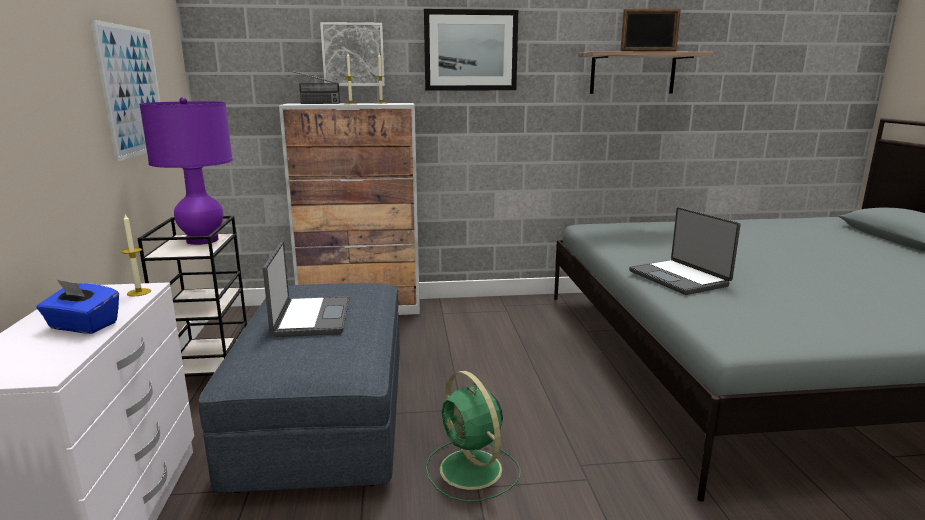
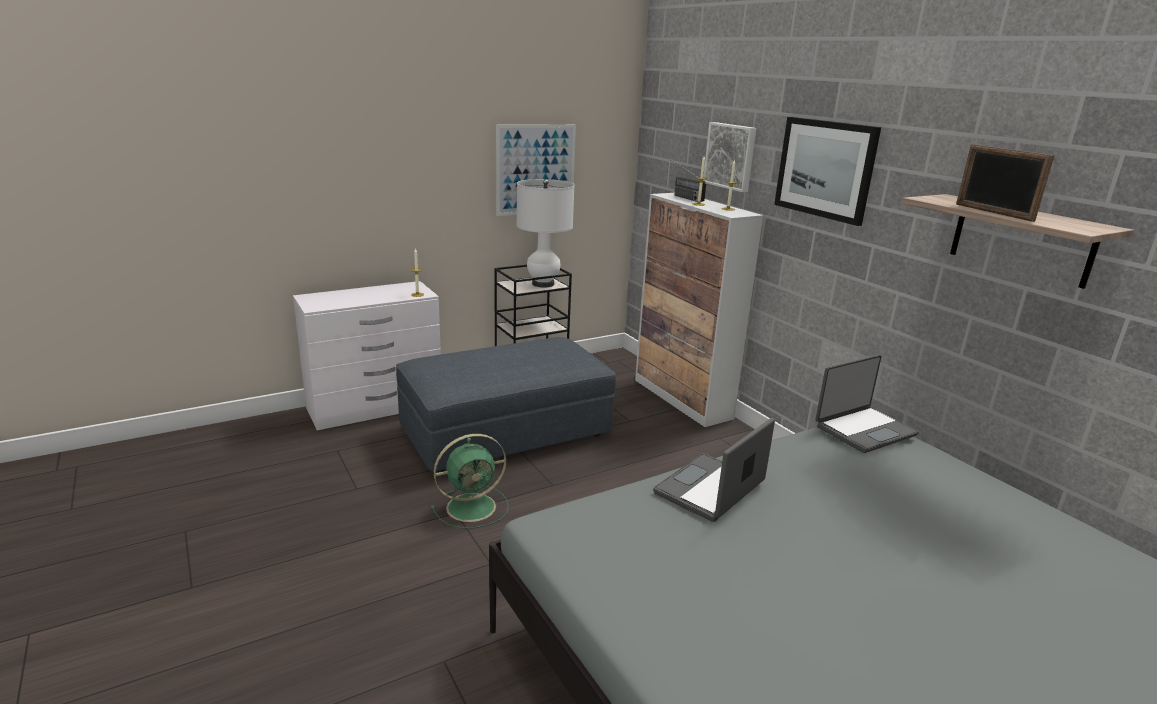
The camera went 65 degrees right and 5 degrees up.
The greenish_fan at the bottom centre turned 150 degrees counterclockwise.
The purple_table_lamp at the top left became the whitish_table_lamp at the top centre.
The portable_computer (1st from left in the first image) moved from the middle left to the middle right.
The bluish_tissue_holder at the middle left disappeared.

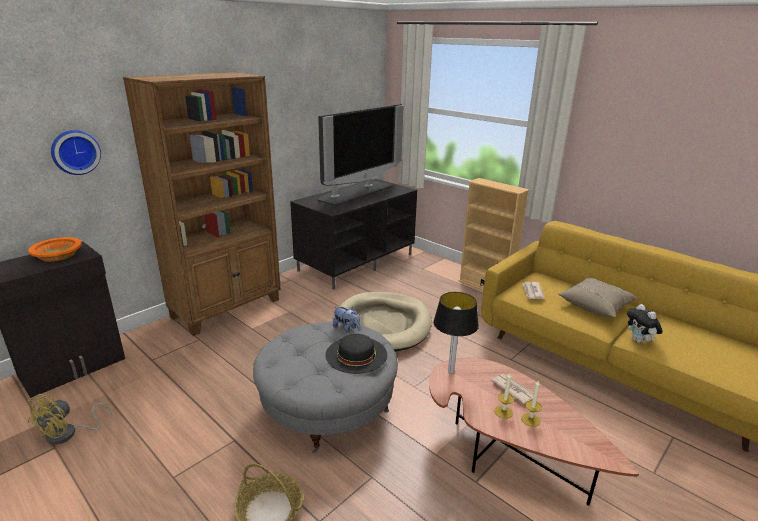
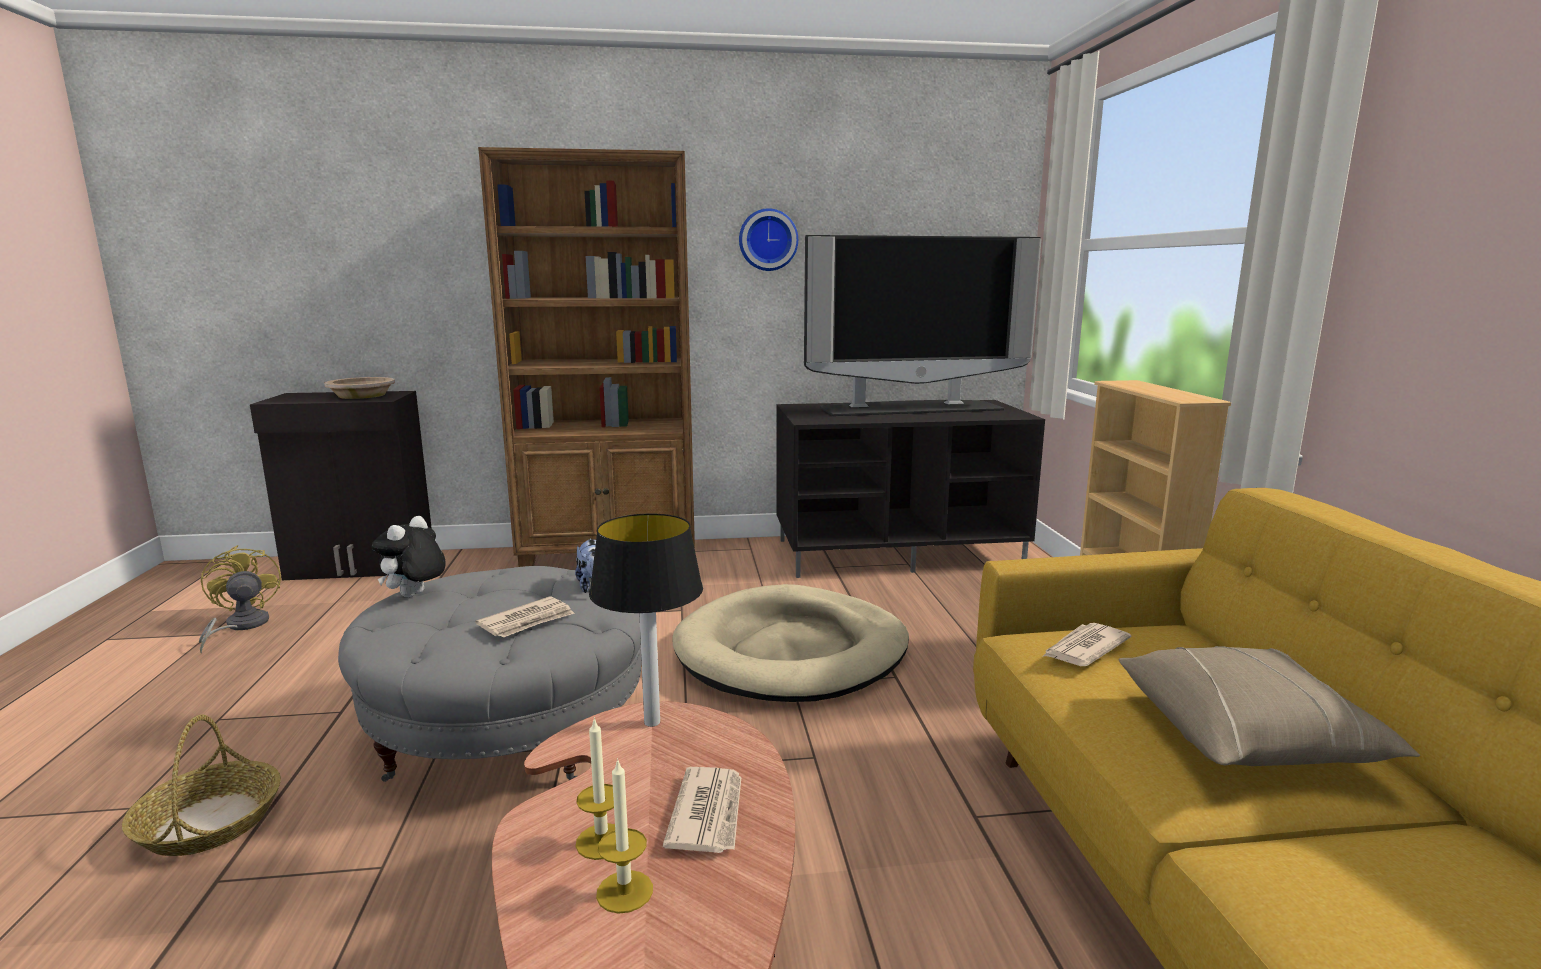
The camera went 40 degrees right and 10 degrees down.
The yellow_fan at the bottom left turned 90 degrees clockwise.
The orangey_deep_dish at the middle left became the sand-coloured_deep_dish at the middle left.
The soft_toy (2nd from left in the first image) moved from the middle right to the middle left.
The black_clothing_hat at the bottom centre was replaced by the printed_paper (1st from left) at the centre.
The hanging_clock moved from the top left to the top centre.

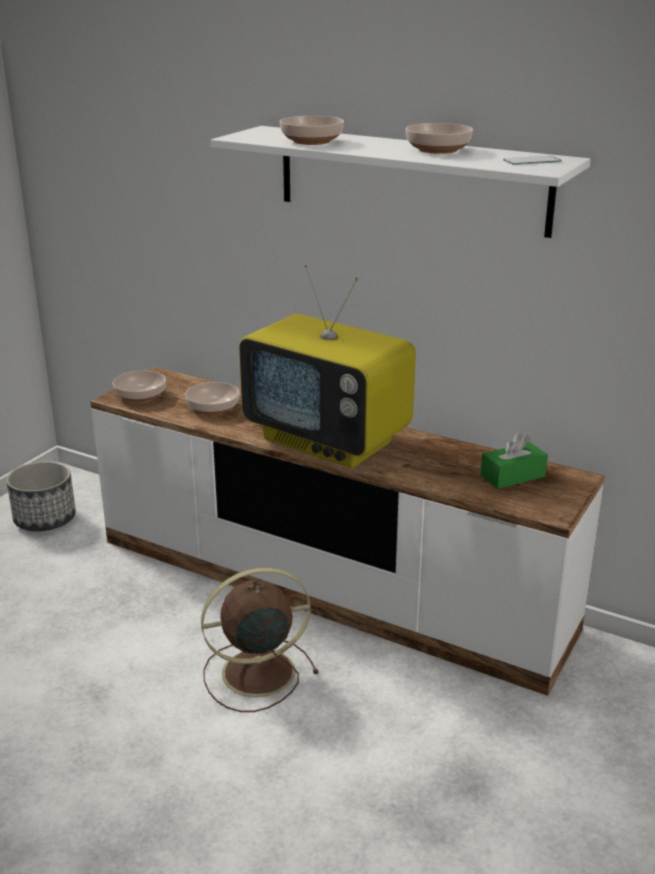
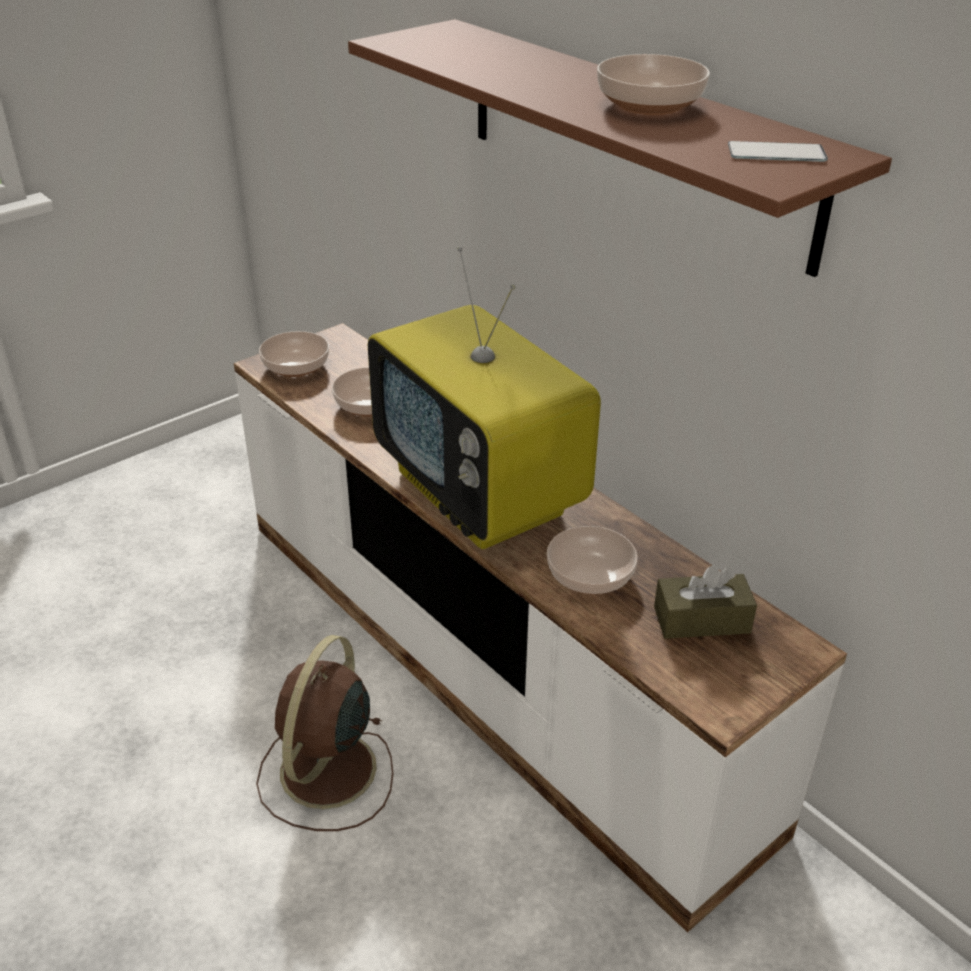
The camera went 20 degrees right and 10 degrees up.
The brownish_fan at the bottom centre turned 75 degrees counterclockwise.
The whitish_bracket_shelf at the top centre became the brownish_bracket_shelf at the top centre.
The deep_dish (3rd from left) moved from the top centre to the centre.
The greenish_tissue_holder at the middle right became the brownish_tissue_holder at the middle right.
The plant_pot at the middle left disappeared.

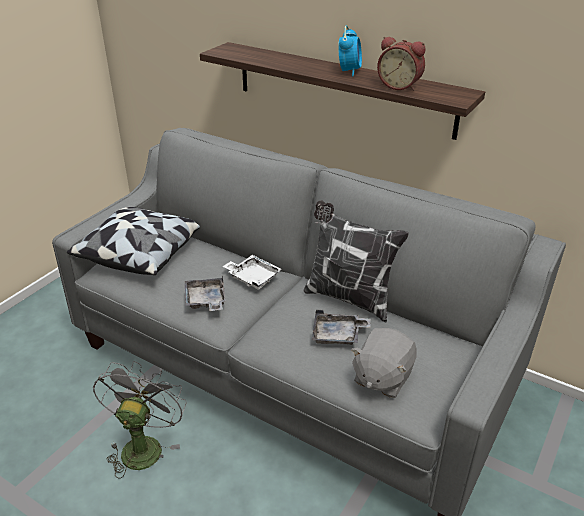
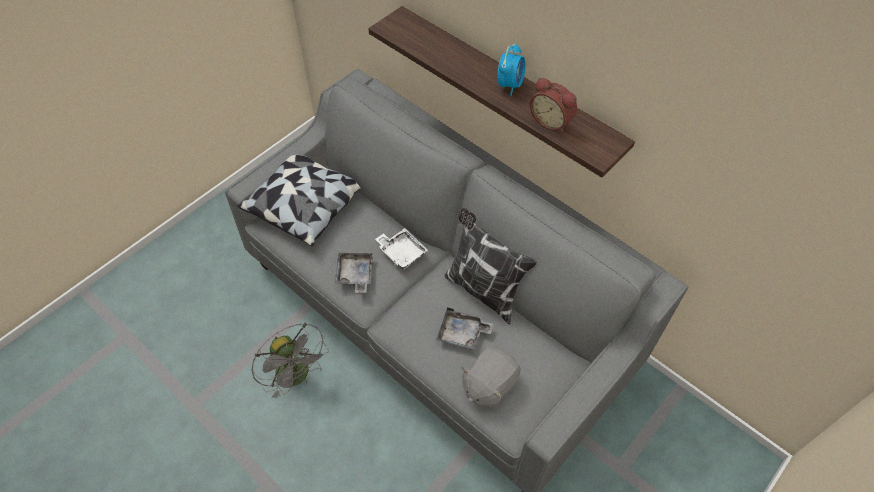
The camera went 10 degrees right and 20 degrees up.
The grey_fan at the bottom left turned 120 degrees clockwise.

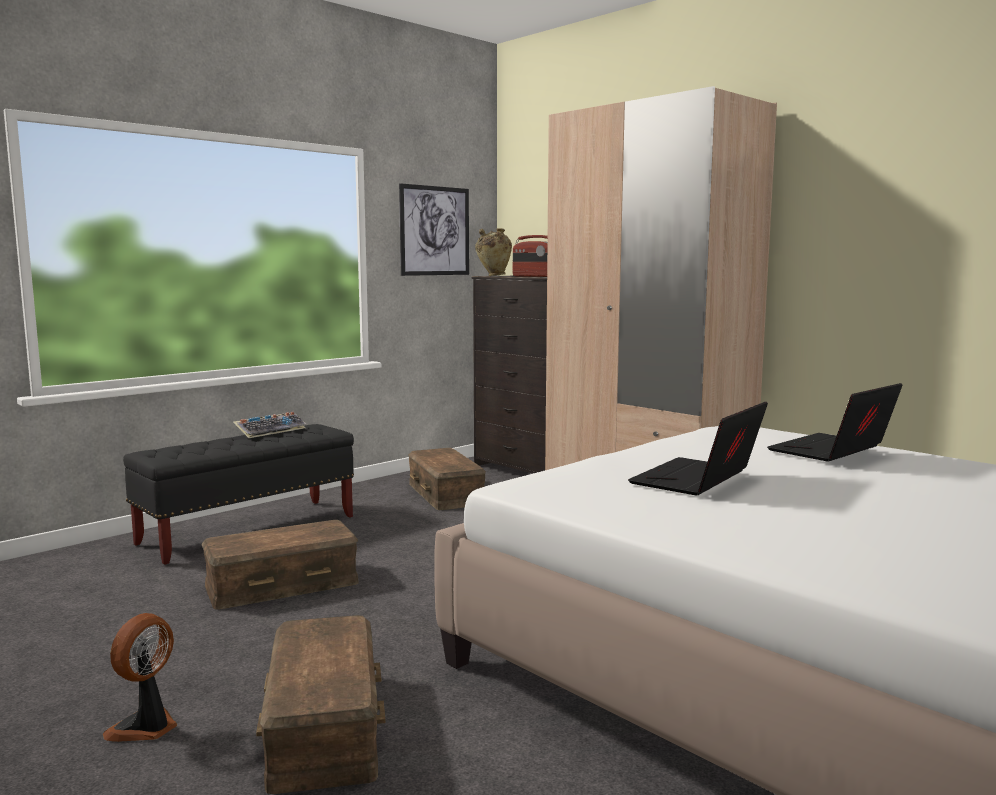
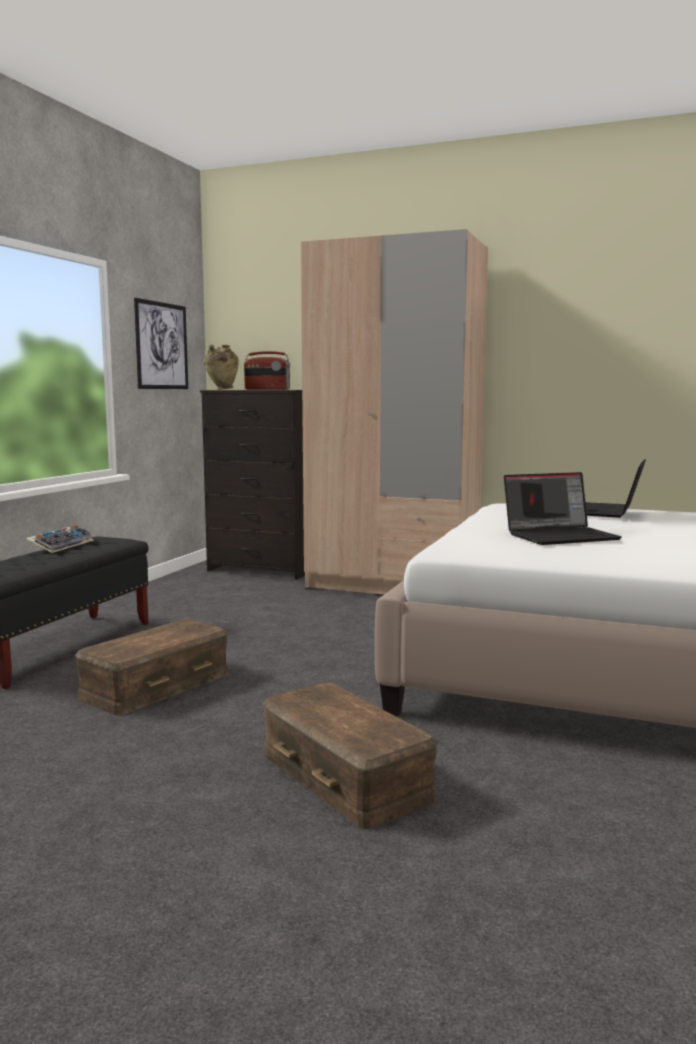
The camera went 25 degrees left and 0 degrees up.
The portable_computer (1st from left) at the middle right turned 120 degrees counterclockwise.
The fan at the bottom left disappeared.
The brownish_storage_bin (3rd from left) at the centre disappeared.

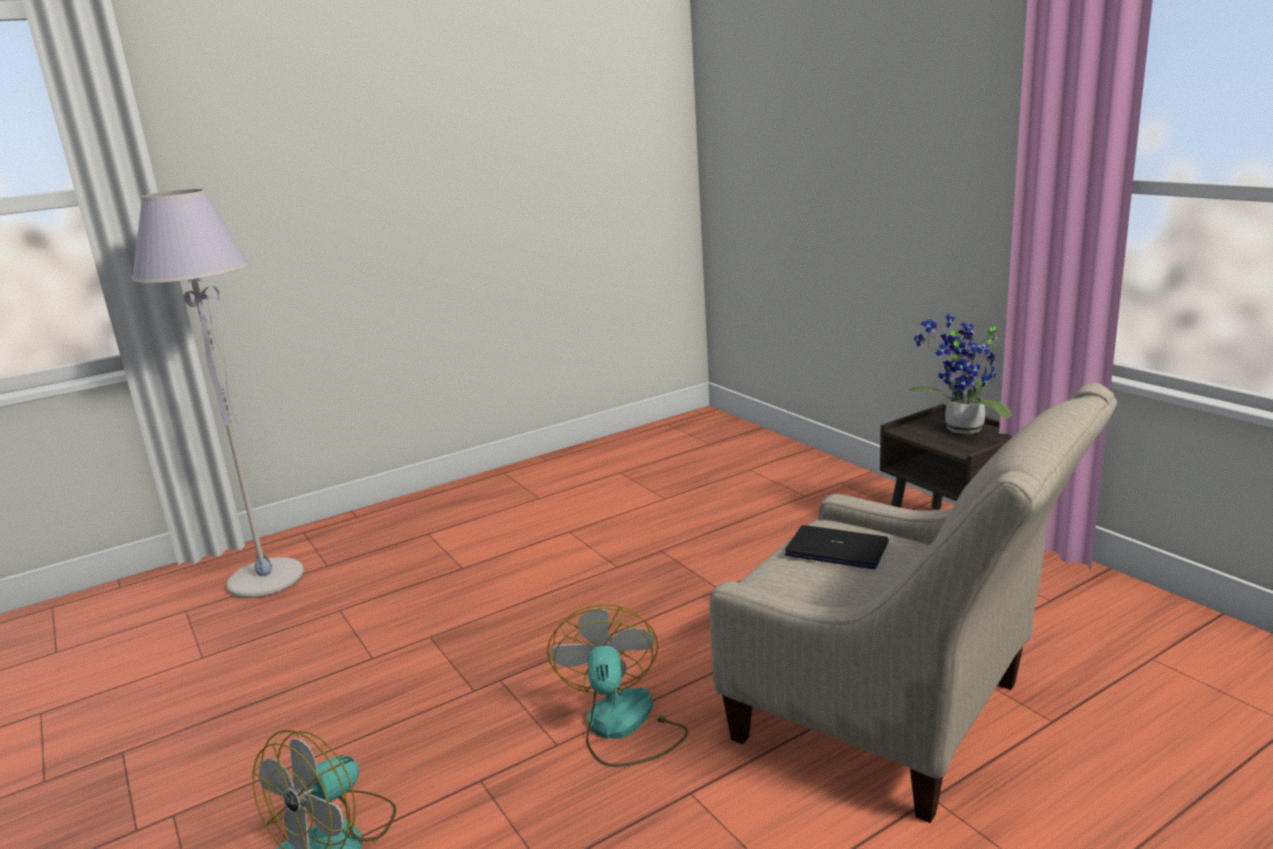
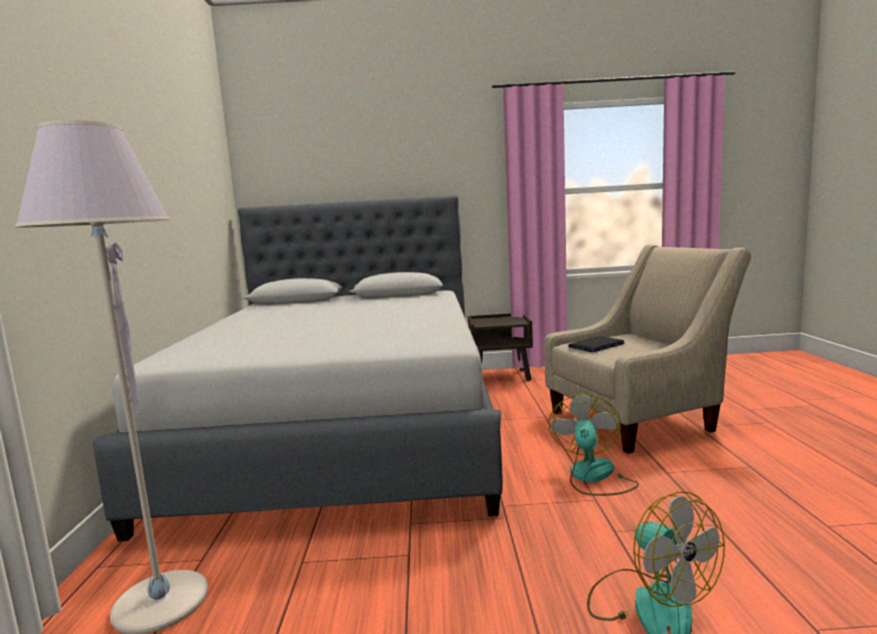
The camera went 60 degrees left and 10 degrees down.
The grey_bed at the centre appeared.
The fan (2nd from left in the first image) at the bottom centre turned 75 degrees clockwise.
The potted_plant at the middle right disappeared.

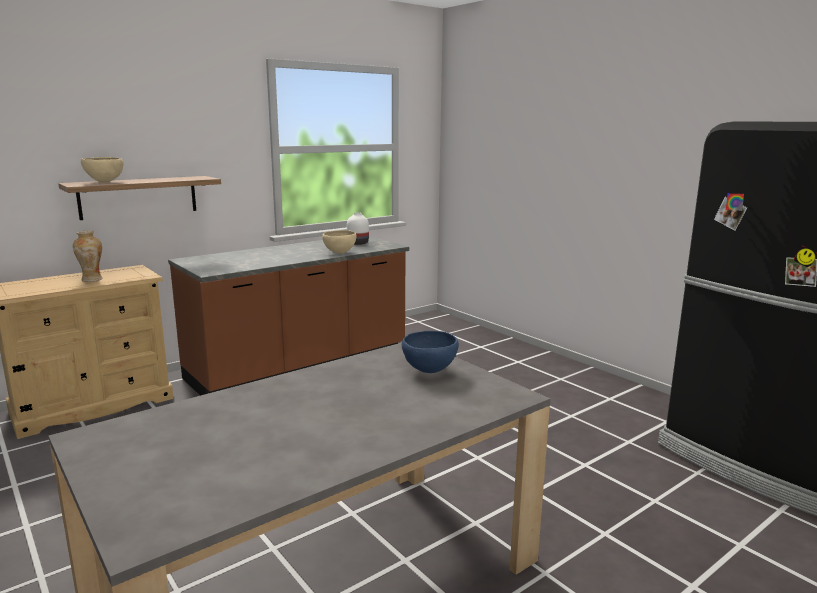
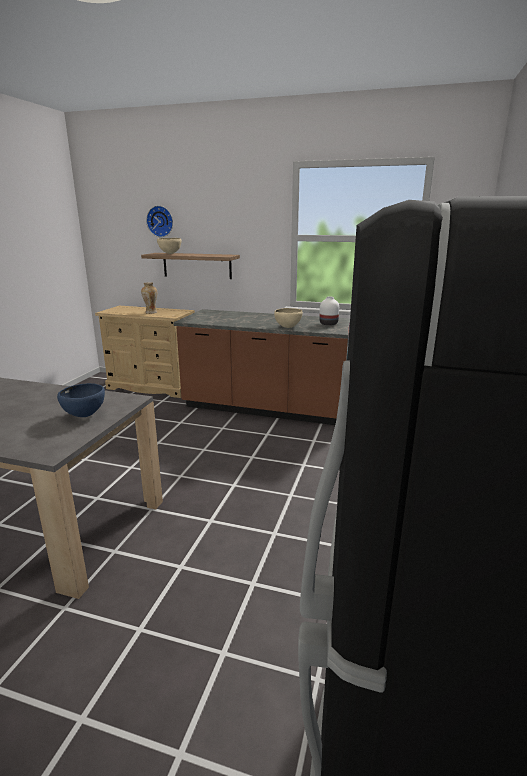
The camera went 55 degrees right and 5 degrees up.
The hanging_clock at the top left appeared.

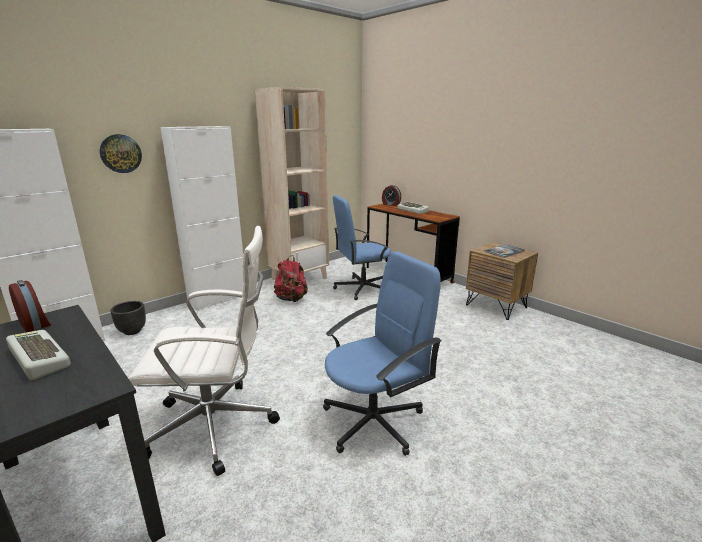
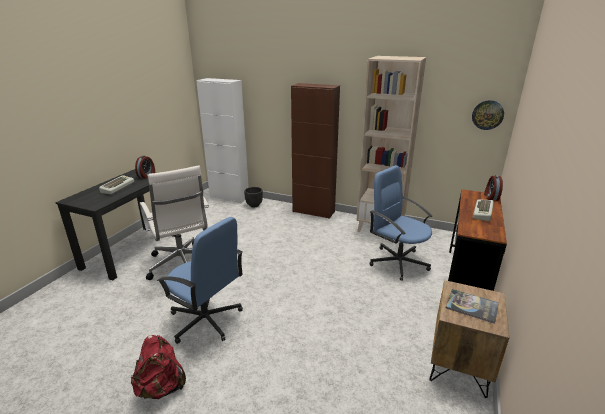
The camera went 65 degrees right and 5 degrees up.
The red-coloured_rucksack moved from the centre to the bottom left.
The whitish_cupboard (2nd from left) at the middle left became the brownish_cupboard at the centre.
The hanging_clock moved from the top left to the top right.

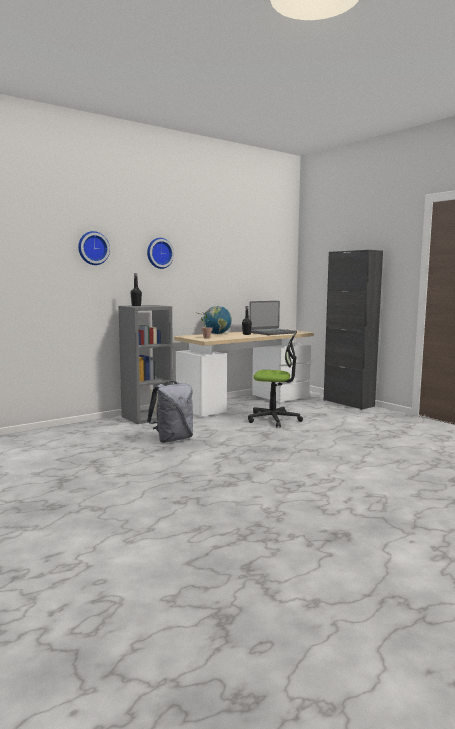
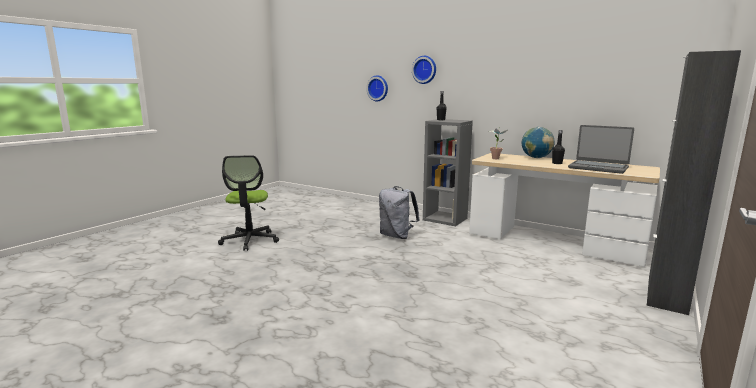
The camera went 70 degrees right and 5 degrees up.
The office_chair moved from the centre to the middle left.
The hanging_clock (2nd from left in the first image) moved from the centre to the top centre.

